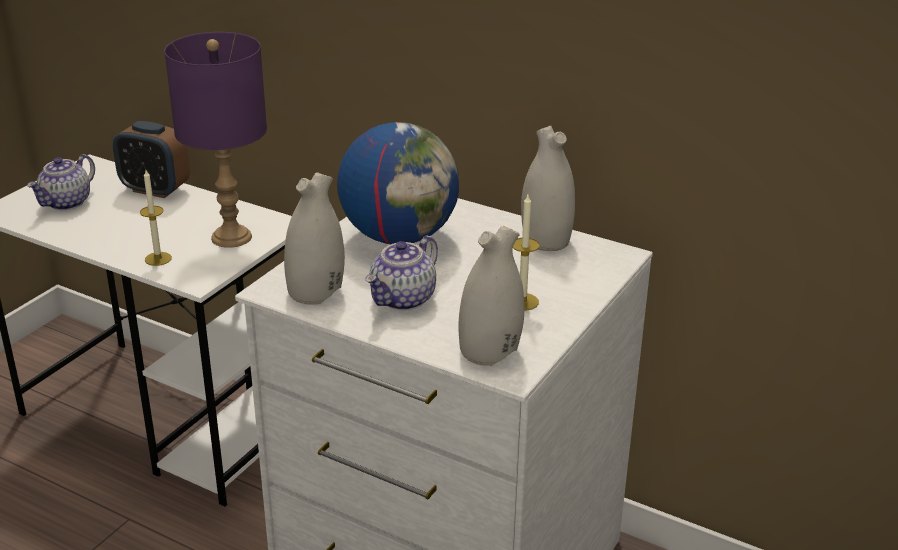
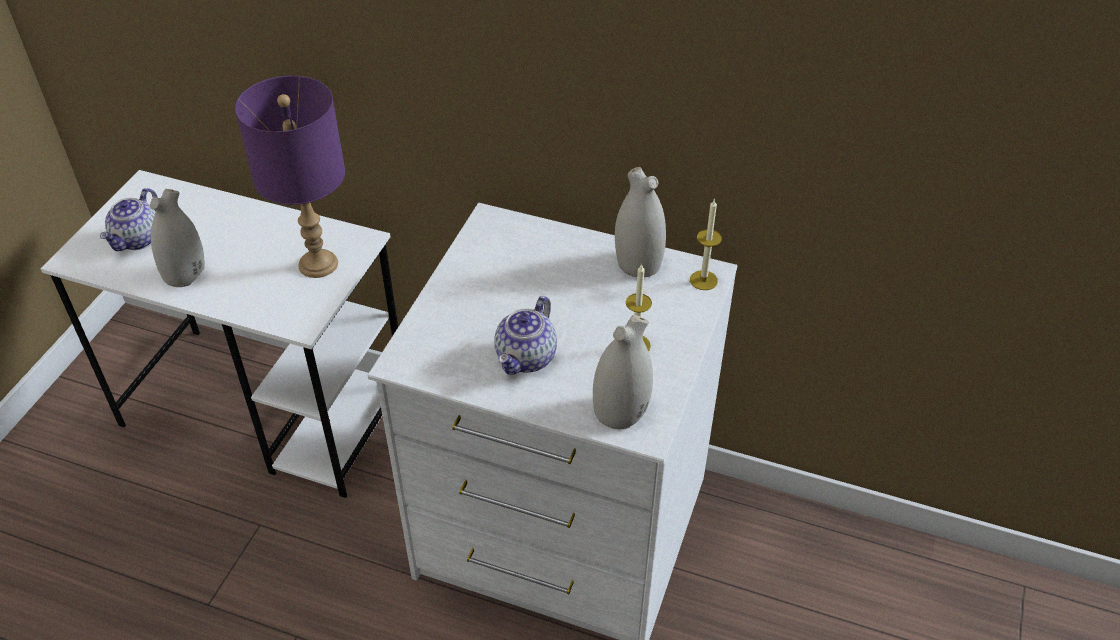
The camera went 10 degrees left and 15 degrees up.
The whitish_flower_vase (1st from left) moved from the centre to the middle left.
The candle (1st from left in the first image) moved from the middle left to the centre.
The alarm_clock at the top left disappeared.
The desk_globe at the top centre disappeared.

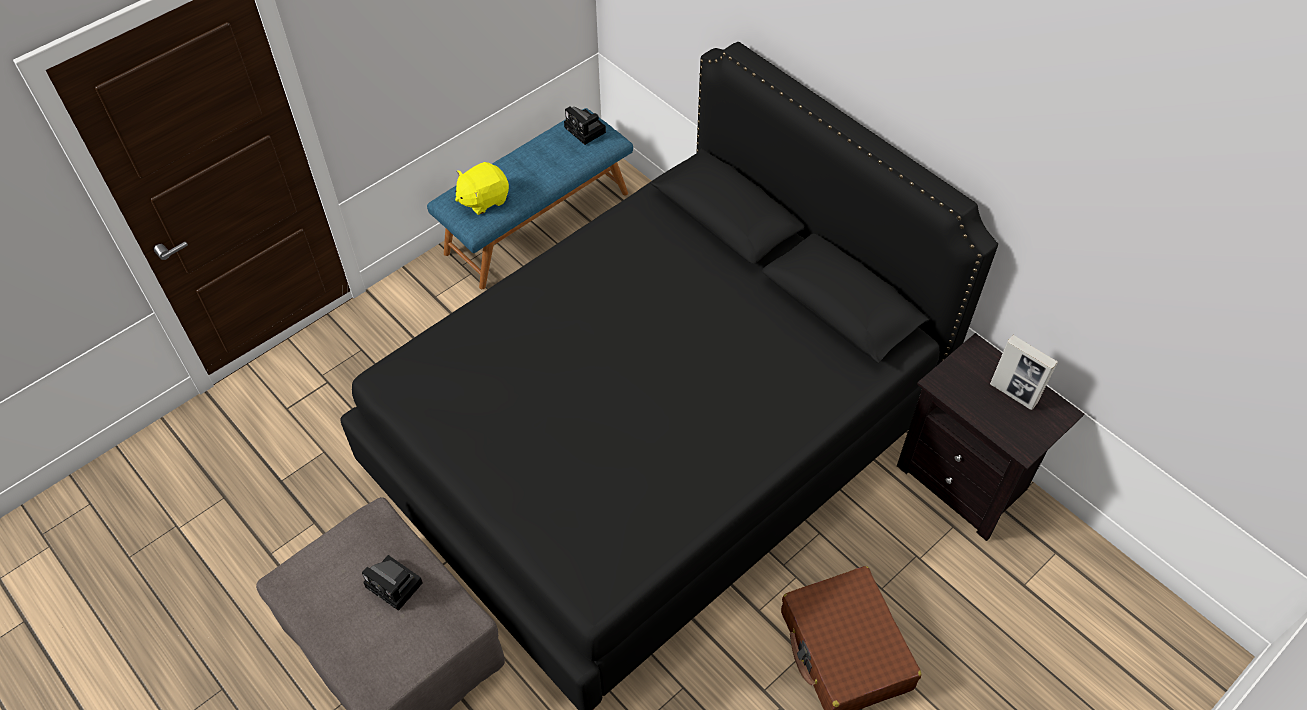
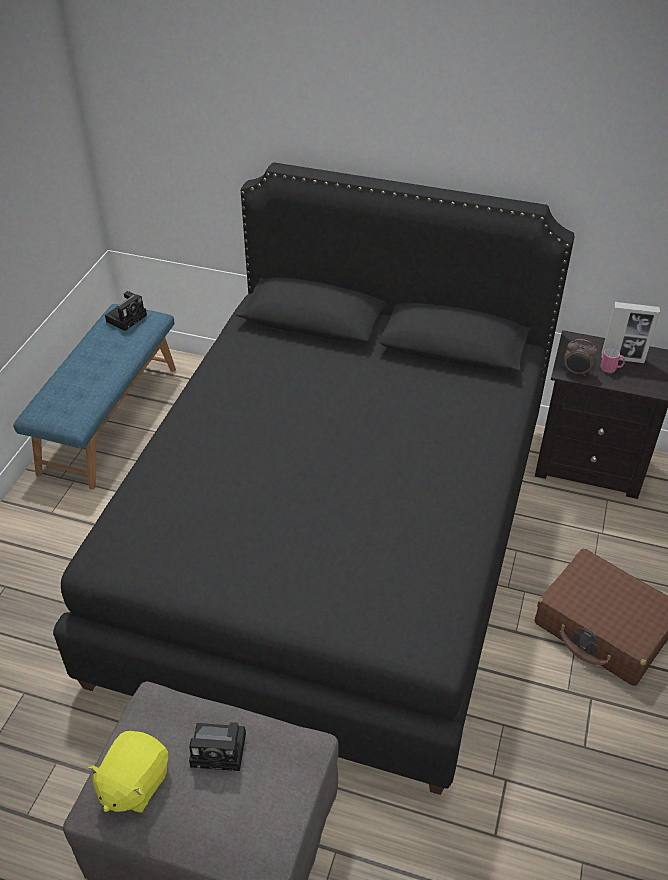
The camera went 30 degrees left and 10 degrees down.
The yellow_soft_toy moved from the top centre to the bottom left.
The still_camera (2nd from left in the first image) at the top centre turned 75 degrees counterclockwise.
The alarm_clock at the middle right appeared.
The pinkish_tea_mug at the middle right appeared.

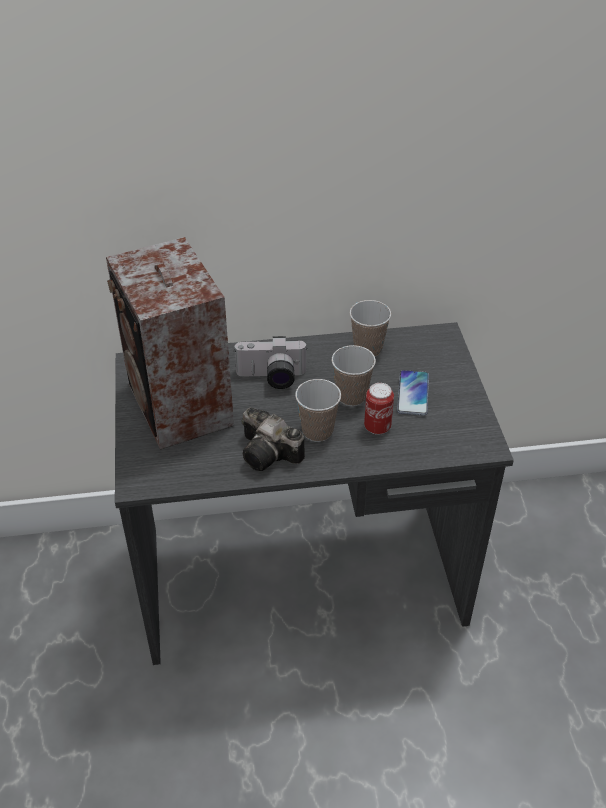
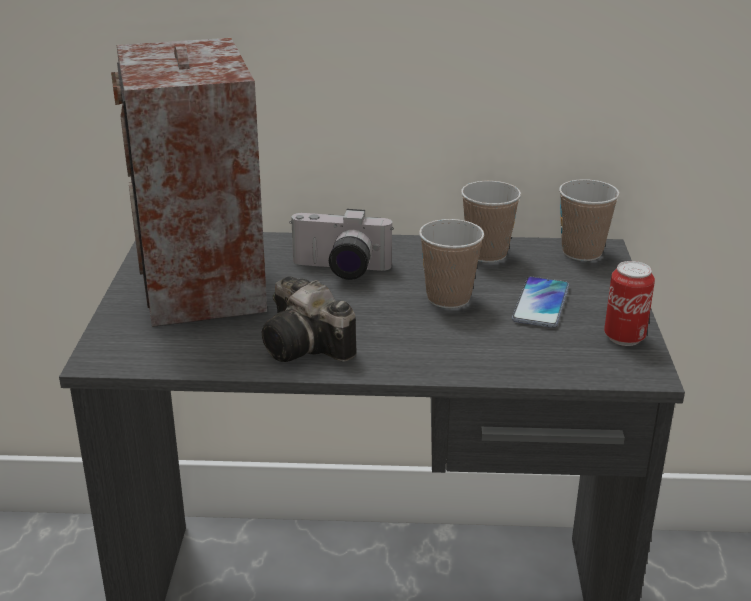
The camera went 10 degrees right and 15 degrees down.
The drinking_cup (1st from left in the first image) moved from the centre to the middle right.
The sealed_can moved from the centre to the middle right.

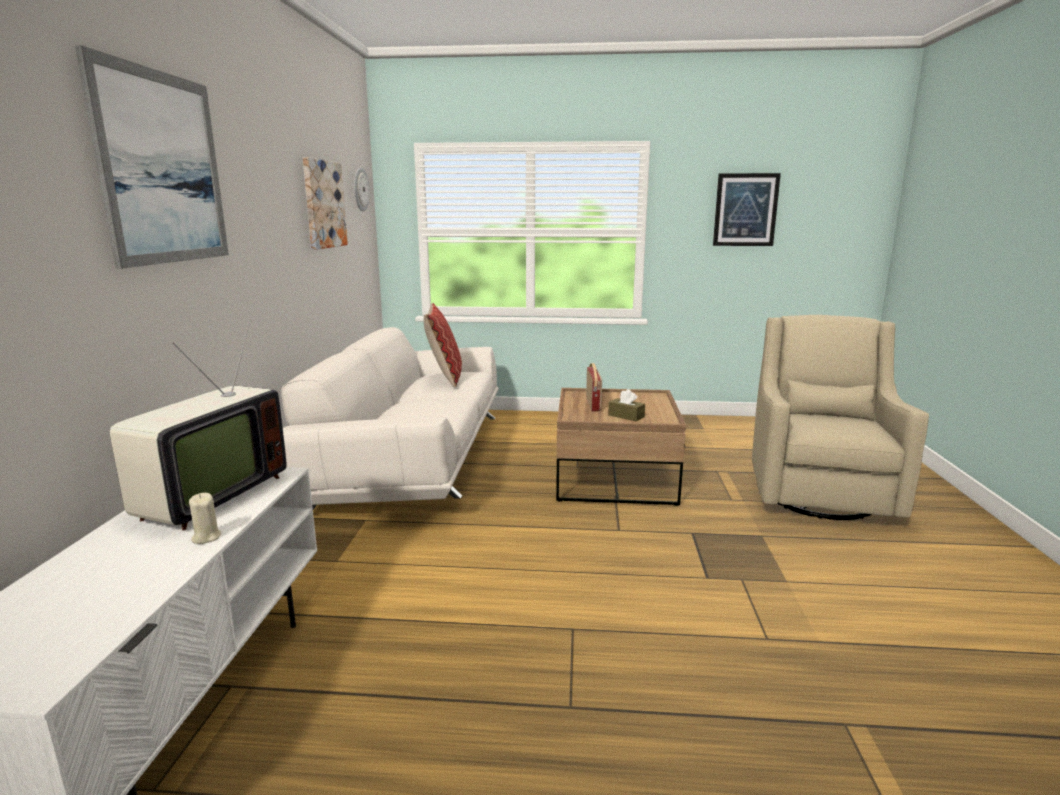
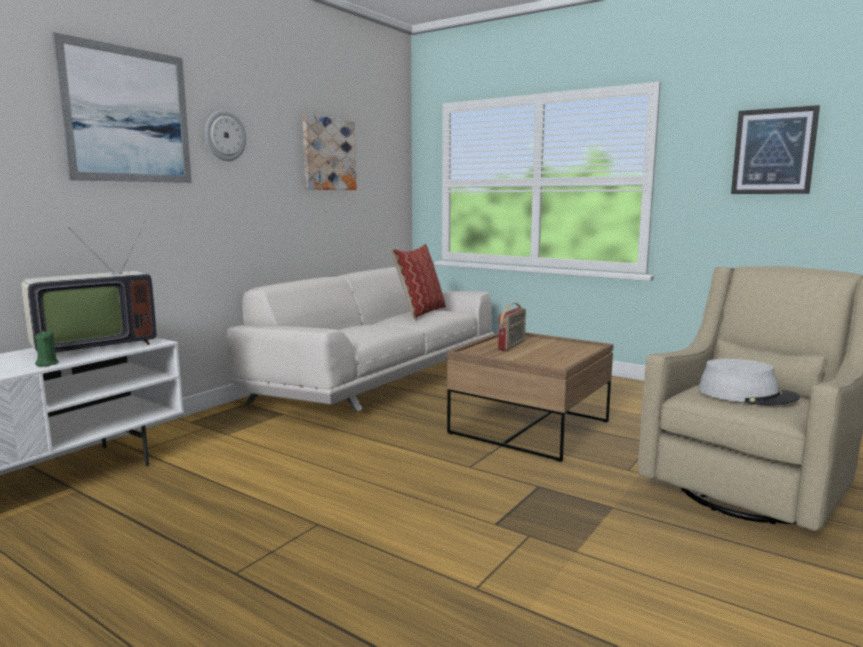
The camera went 30 degrees right and 5 degrees down.
The sand-coloured_candle at the middle left became the greenish_candle at the middle left.
The hanging_clock moved from the top centre to the top left.
The grey_clothing_hat at the middle right appeared.
The brownish_tissue_holder at the centre disappeared.

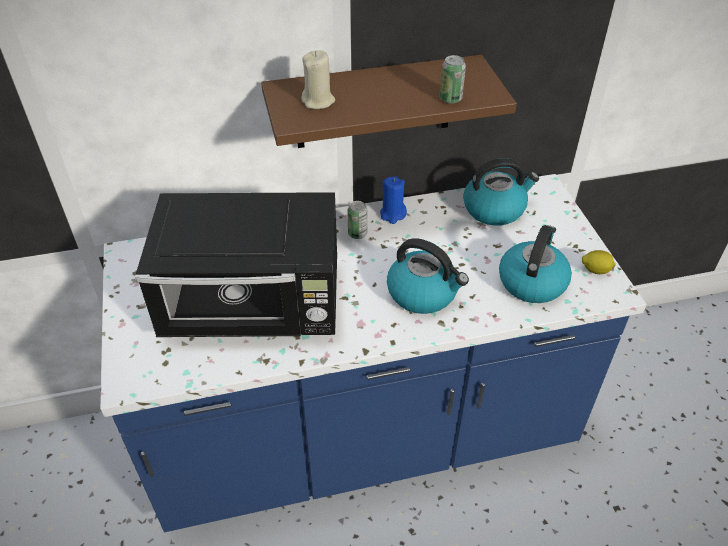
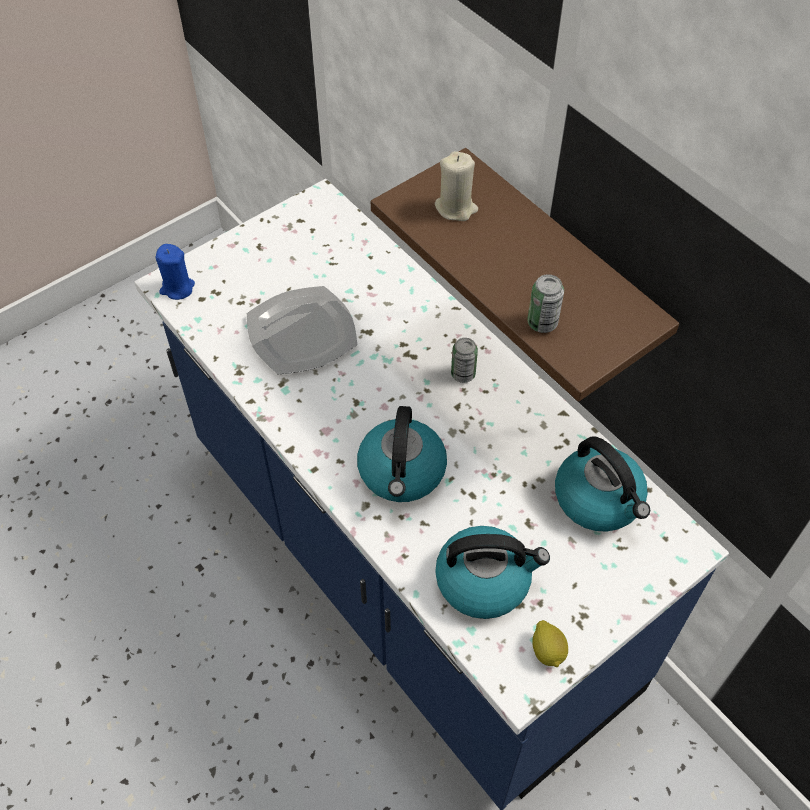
The camera went 65 degrees right and 10 degrees up.
The bluish_candle moved from the centre to the middle left.
The black_microwave at the middle left was replaced by the flat_dish at the centre.

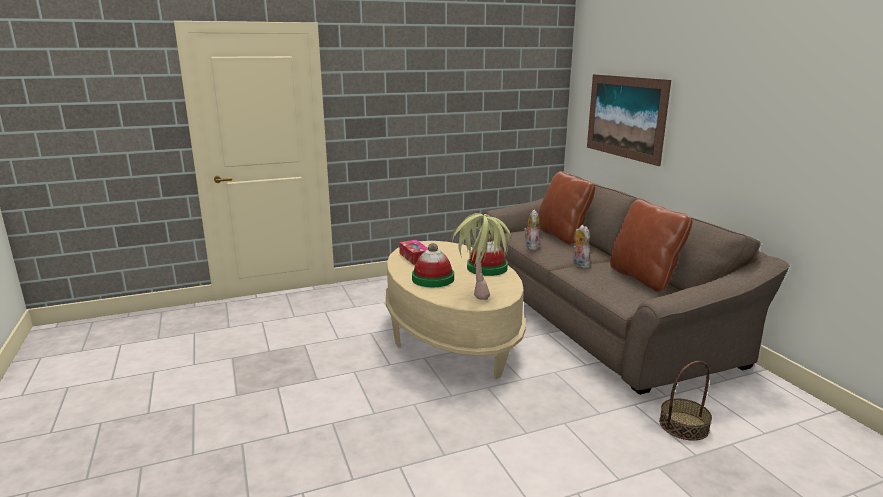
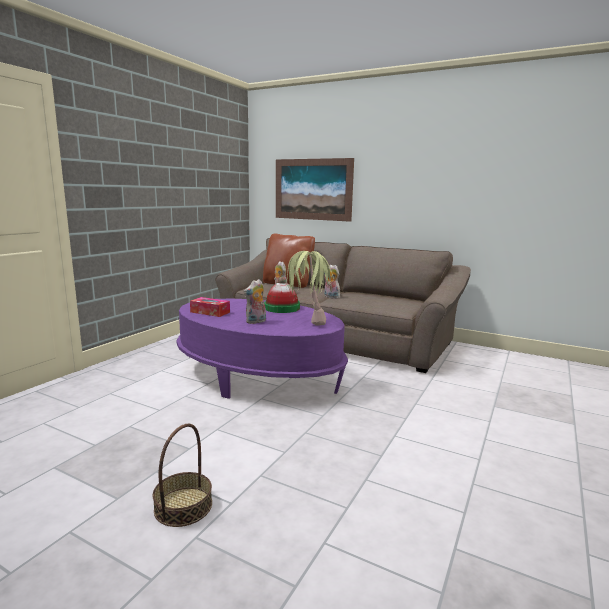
The camera went 40 degrees left and 5 degrees down.
The basket moved from the bottom right to the bottom left.
The sand-coloured_coffee_table at the centre became the purple_coffee_table at the centre.
The clothing_hat (1st from left) at the centre was replaced by the soft_toy (1st from left) at the centre.
The brownish_cushion (2nd from left) at the middle right disappeared.

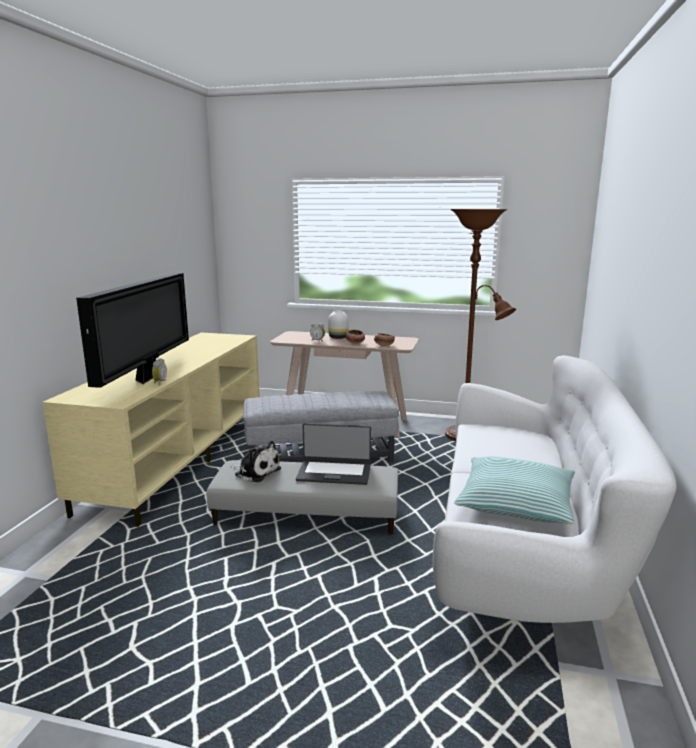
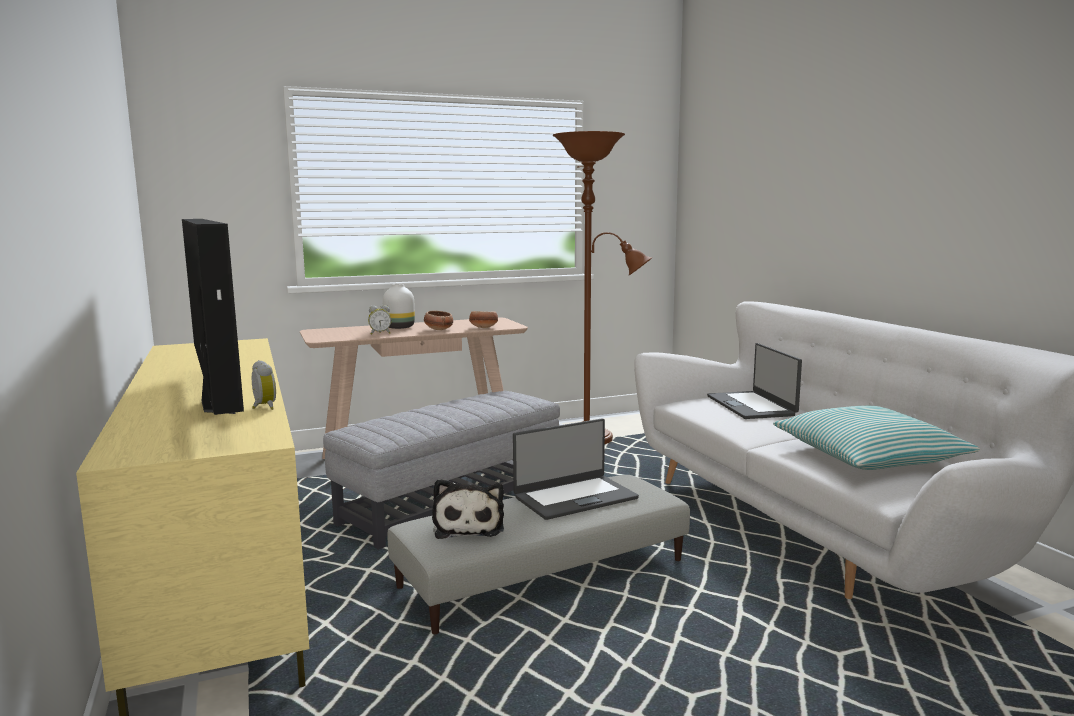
The camera went 35 degrees left and 5 degrees down.
The soft_toy at the centre turned 90 degrees clockwise.
The portable_computer (2nd from left) at the middle right appeared.

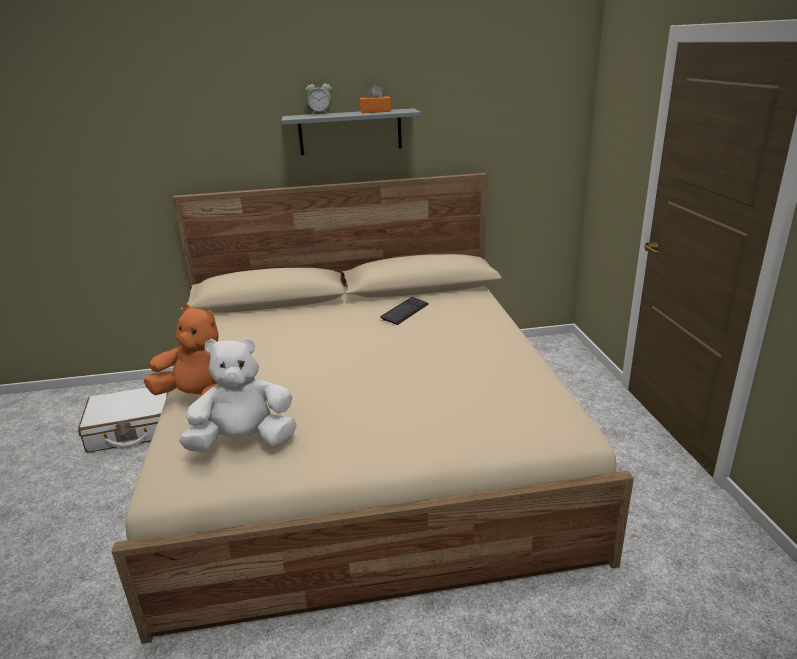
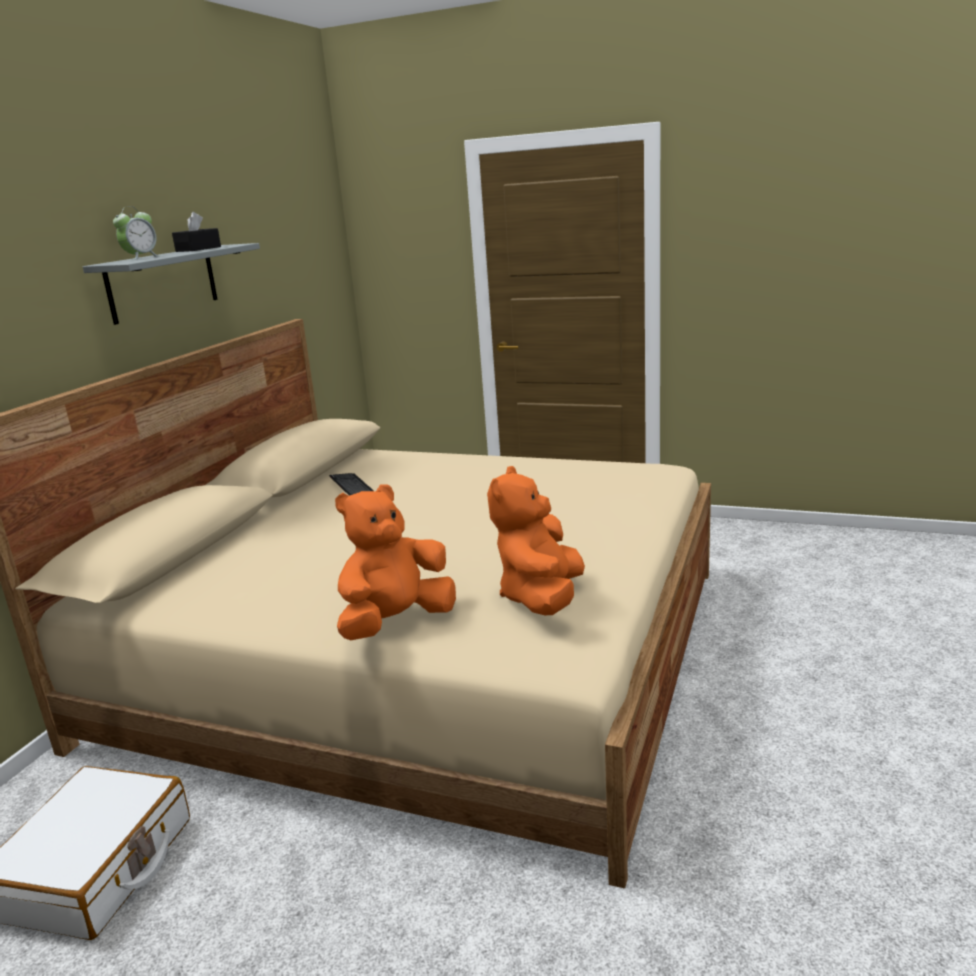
The camera went 60 degrees left and 5 degrees down.
The orangey_tissue_holder at the top centre became the black_tissue_holder at the top left.
The whitish_soft_toy at the middle left became the orangey_soft_toy (2nd from left) at the centre.

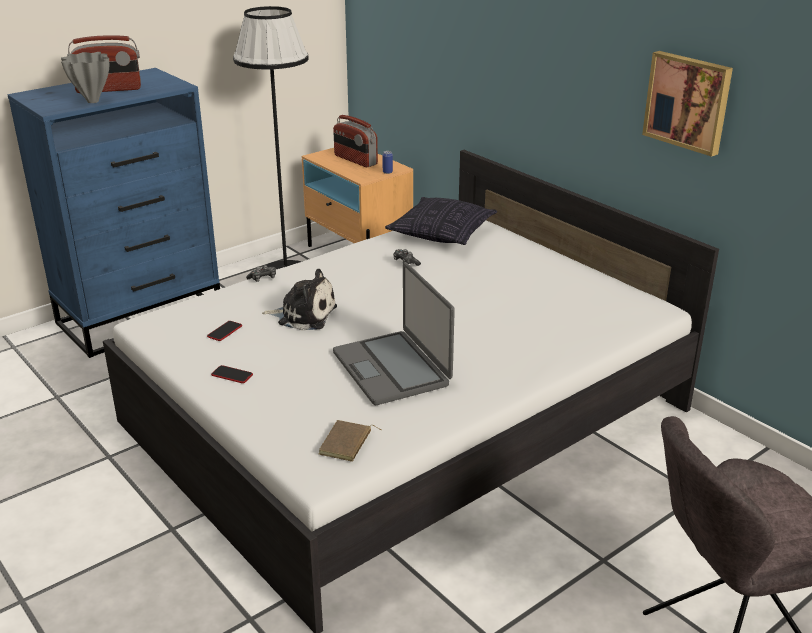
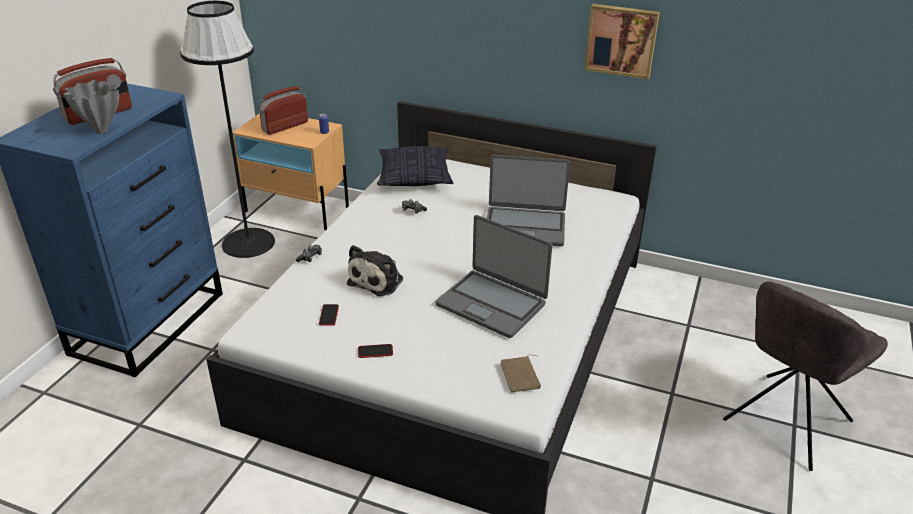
The camera went 30 degrees left and 5 degrees up.
The radio (2nd from left) at the top centre turned 120 degrees clockwise.
The soft_toy at the centre turned 135 degrees clockwise.
The portable_computer (2nd from left) at the centre appeared.

